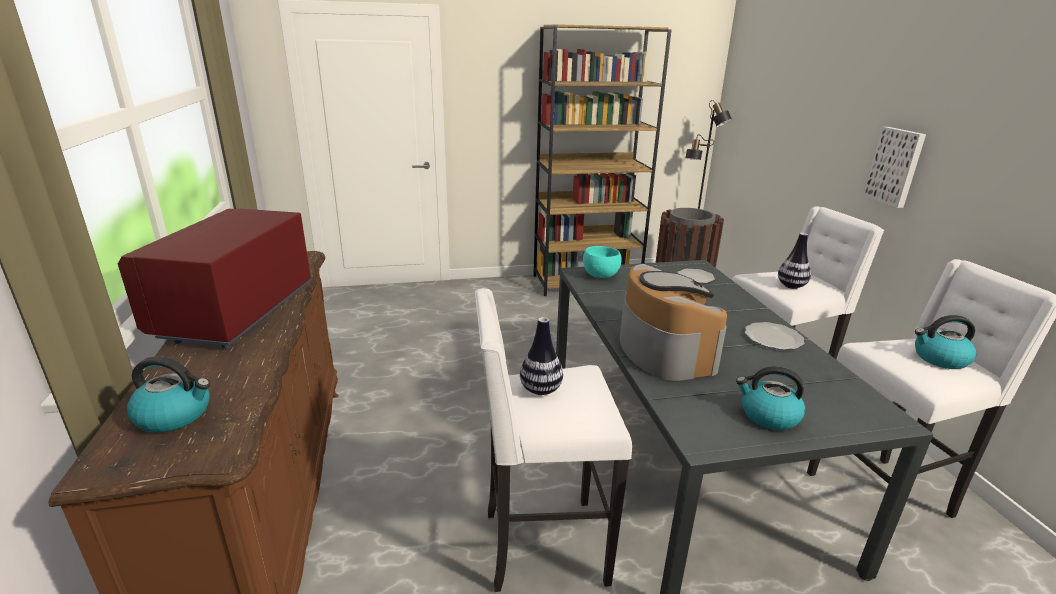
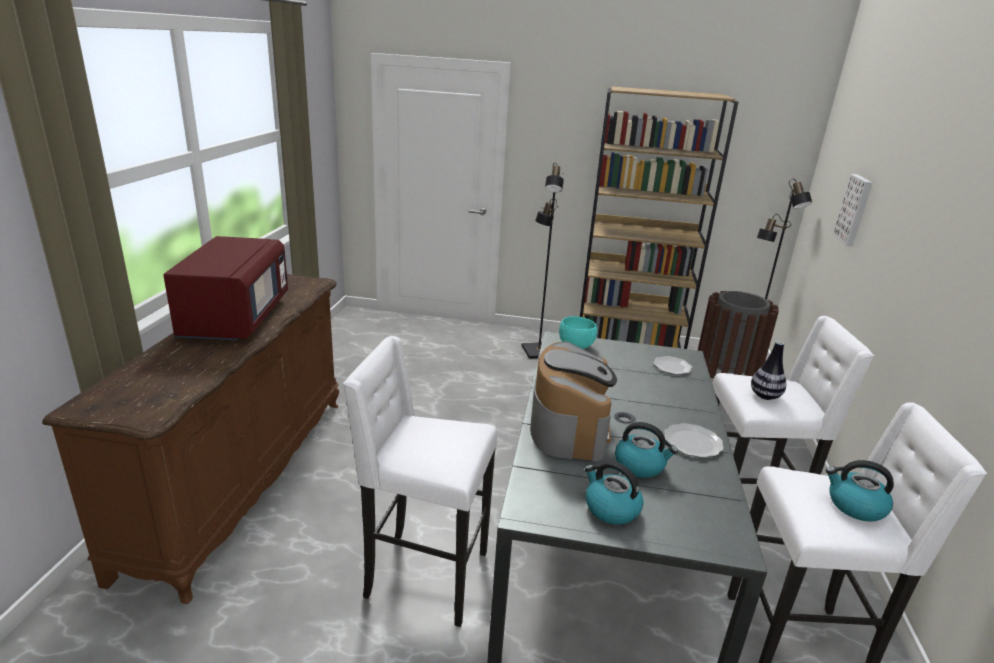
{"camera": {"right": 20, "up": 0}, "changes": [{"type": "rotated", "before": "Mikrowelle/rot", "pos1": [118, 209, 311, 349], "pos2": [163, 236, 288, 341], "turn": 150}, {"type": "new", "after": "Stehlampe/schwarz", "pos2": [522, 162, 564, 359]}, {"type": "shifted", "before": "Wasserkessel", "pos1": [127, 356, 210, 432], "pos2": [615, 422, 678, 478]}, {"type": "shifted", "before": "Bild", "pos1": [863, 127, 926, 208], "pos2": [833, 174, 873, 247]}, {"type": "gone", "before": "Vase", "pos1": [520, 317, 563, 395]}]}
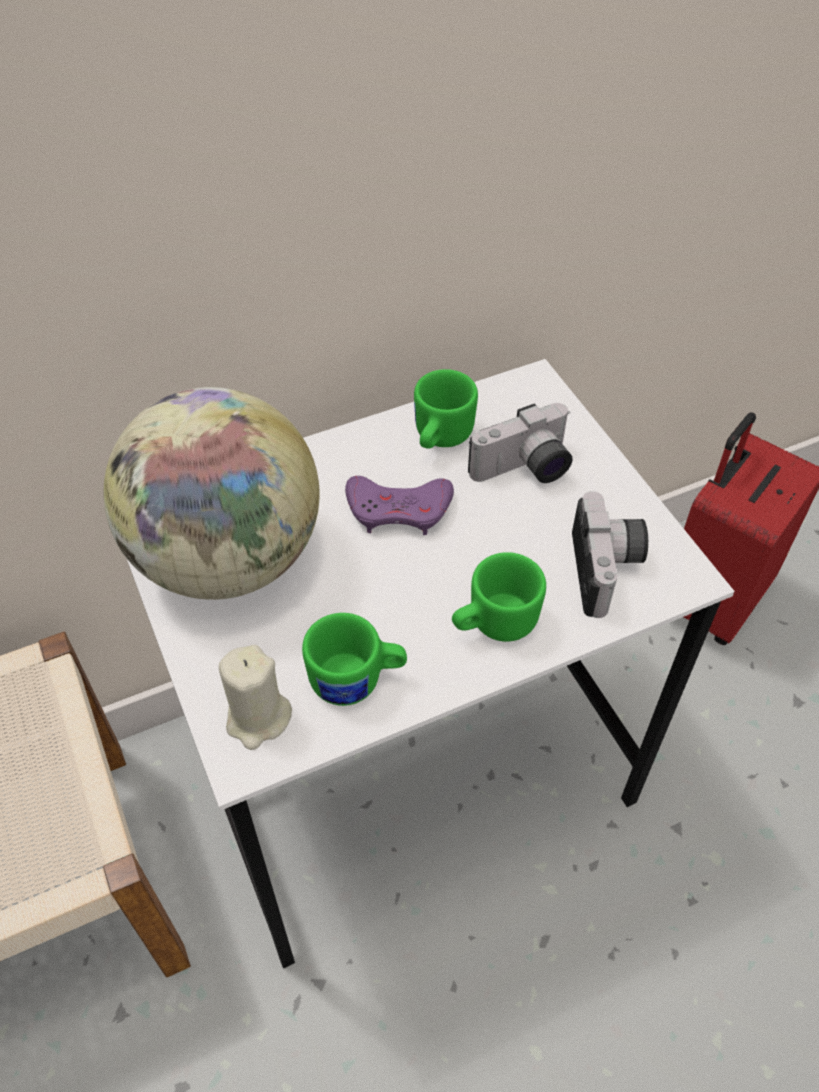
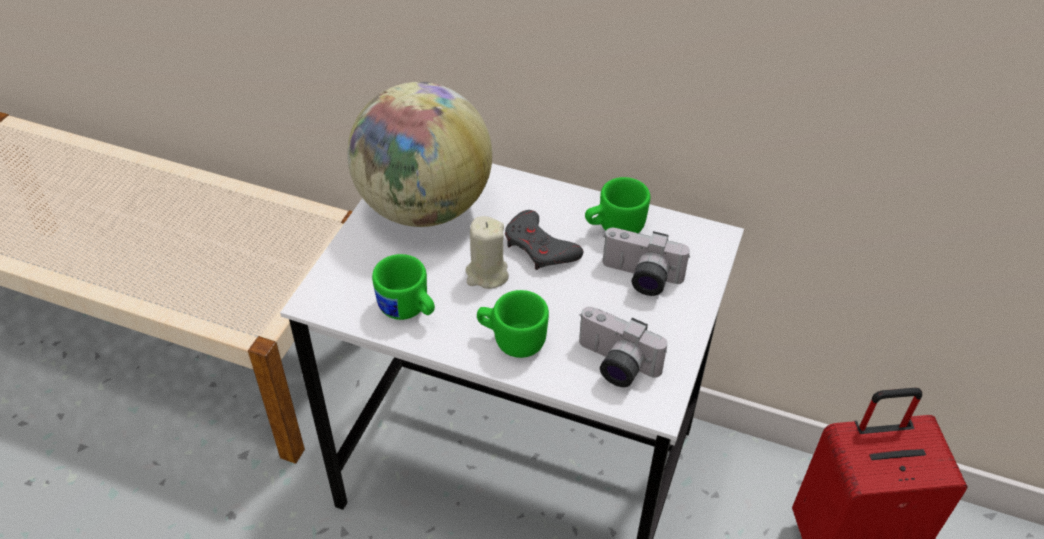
{"camera": {"right": 45, "up": -5}, "changes": [{"type": "shifted", "before": "Kerze/beige", "pos1": [219, 645, 292, 750], "pos2": [465, 216, 509, 289]}, {"type": "repainted", "before": "Gamepad/lila", "after": "Gamepad/grau", "pos1": [345, 476, 454, 535], "pos2": [505, 210, 584, 270]}, {"type": "rotated", "before": "Kamera", "pos1": [572, 491, 648, 618], "pos2": [579, 307, 668, 387], "turn": 75}]}
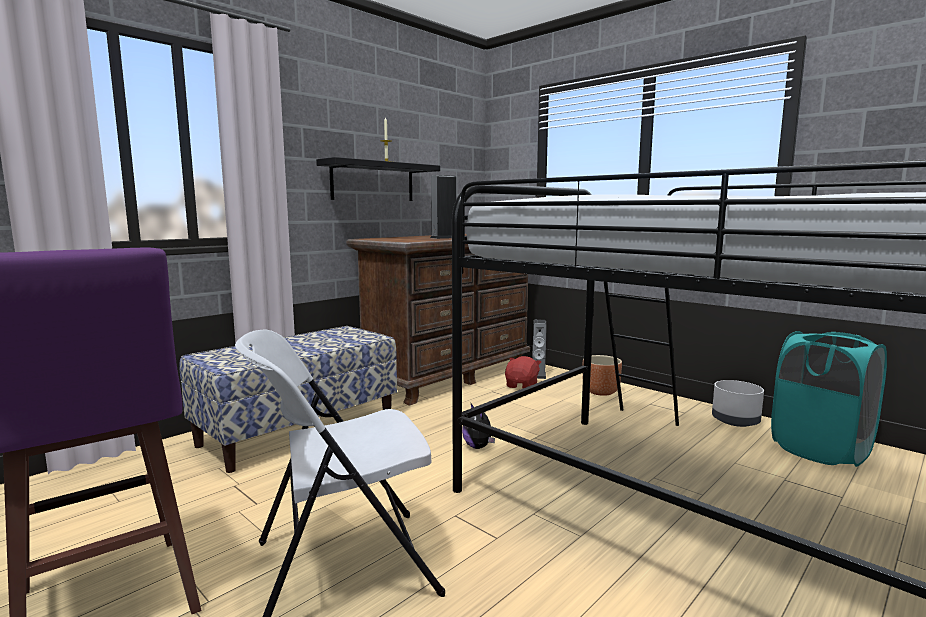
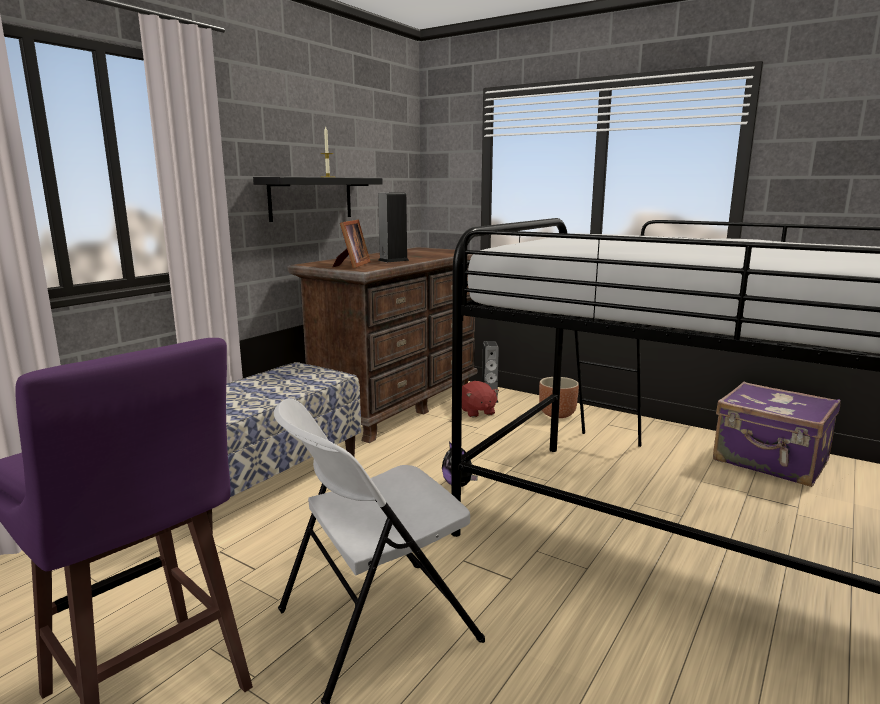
{"camera": {"right": -10, "up": 5}, "changes": [{"type": "new", "after": "Bilderrahmen", "pos2": [332, 219, 371, 268]}, {"type": "rotated", "before": "Plüschtier/rot", "pos1": [505, 356, 541, 388], "pos2": [462, 381, 499, 417], "turn": 150}, {"type": "swapped", "before": "Wäschekorb/türkis", "after": "Koffer/lila", "pos1": [771, 331, 887, 467], "pos2": [713, 382, 841, 487]}, {"type": "gone", "before": "Pflanzkübel/grau", "pos1": [712, 380, 764, 427]}]}
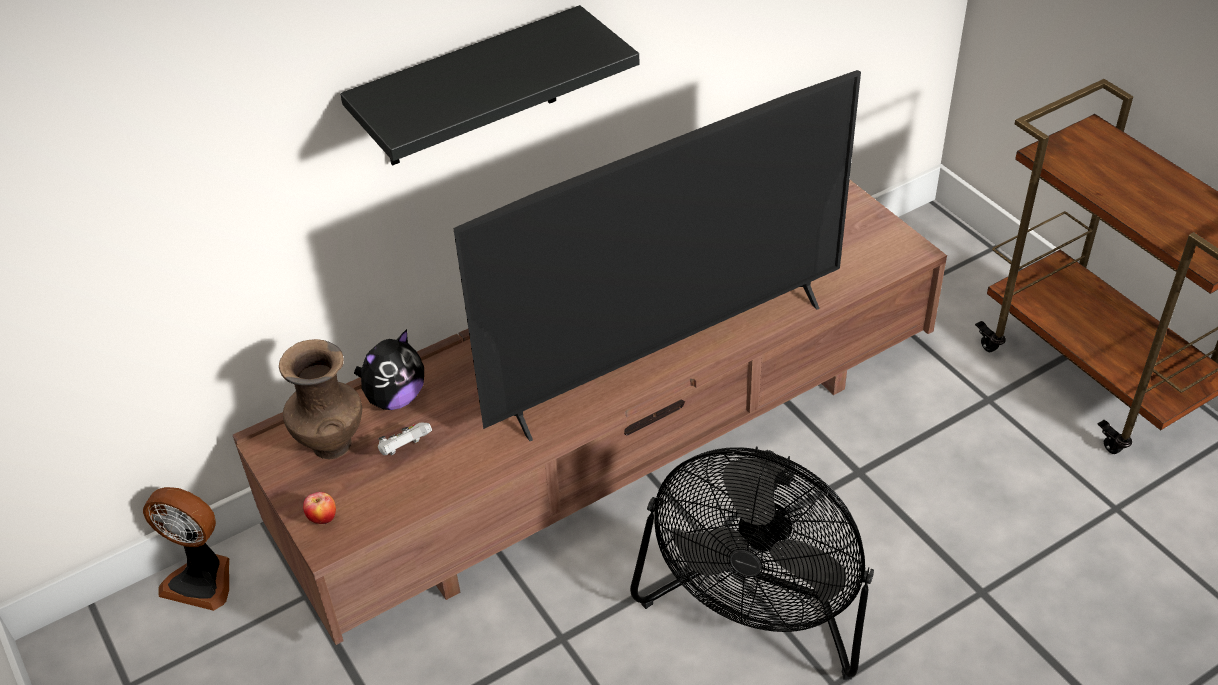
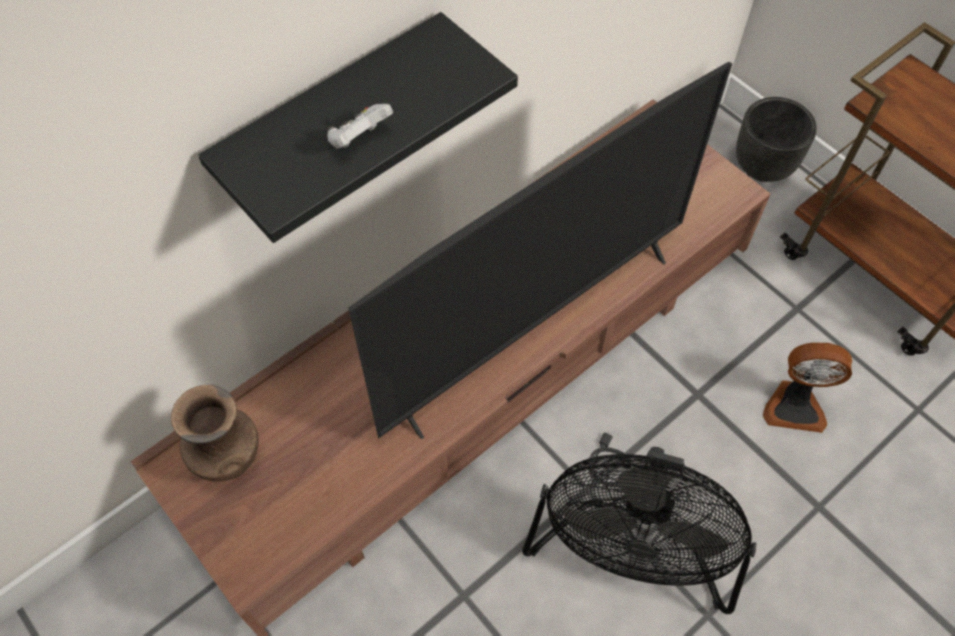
{"camera": {"right": -10, "up": 15}, "changes": [{"type": "shifted", "before": "Gamepad/weiß", "pos1": [378, 422, 432, 455], "pos2": [326, 104, 393, 149]}, {"type": "new", "after": "Pflanzkübel/schwarz", "pos2": [736, 97, 817, 182]}, {"type": "shifted", "before": "Ventilator", "pos1": [143, 487, 229, 611], "pos2": [763, 342, 852, 433]}, {"type": "gone", "before": "Apfel", "pos1": [303, 492, 336, 524]}, {"type": "gone", "before": "Plüschtier", "pos1": [354, 329, 424, 410]}]}
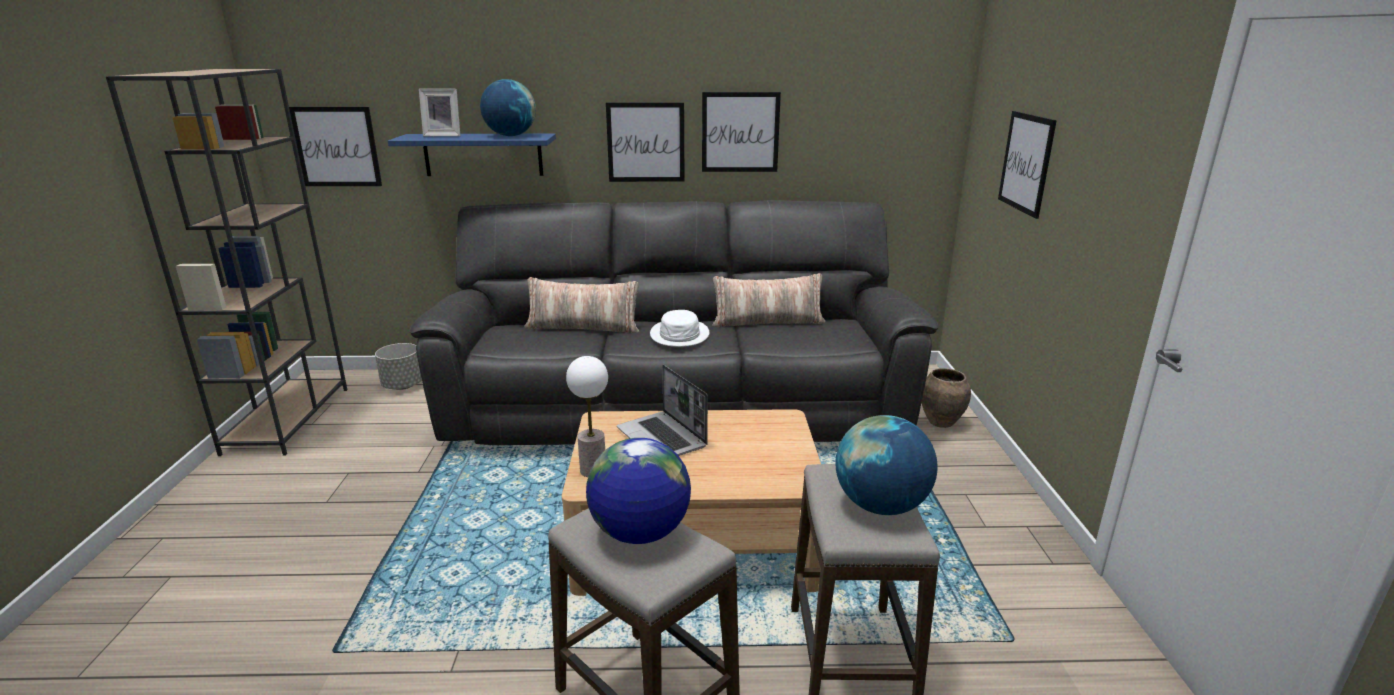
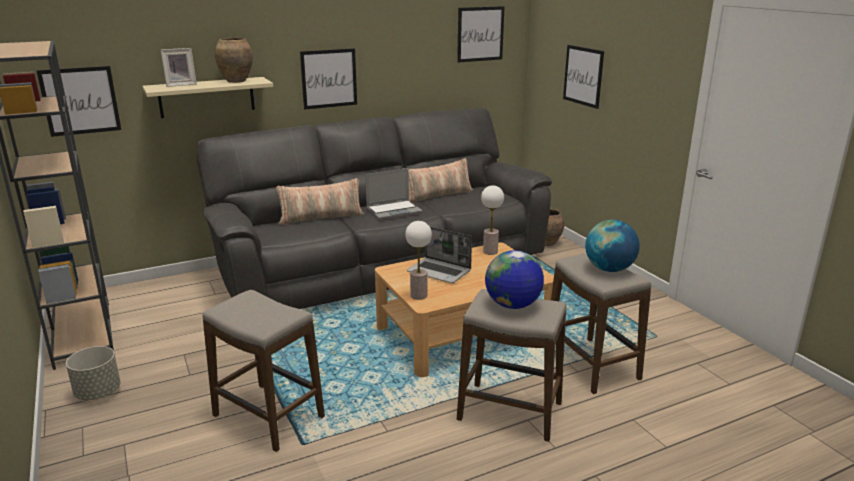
{"camera": {"right": -25, "up": 0}, "changes": [{"type": "shifted", "before": "Pflanzkübel/grau", "pos1": [375, 343, 422, 390], "pos2": [66, 346, 120, 400]}, {"type": "repainted", "before": "Wandregal/blau", "after": "Wandregal/beige", "pos1": [388, 134, 556, 176], "pos2": [143, 77, 273, 118]}, {"type": "new", "after": "Hocker", "pos2": [203, 290, 325, 452]}, {"type": "swapped", "before": "Globus", "after": "Vase/braun", "pos1": [480, 79, 536, 136], "pos2": [215, 38, 253, 83]}, {"type": "swapped", "before": "Hut/weiß", "after": "Laptop", "pos1": [650, 310, 709, 347], "pos2": [365, 168, 423, 220]}, {"type": "shifted", "before": "Bild", "pos1": [702, 92, 781, 172], "pos2": [457, 6, 505, 63]}, {"type": "new", "after": "Tischlampe", "pos2": [481, 185, 504, 255]}]}
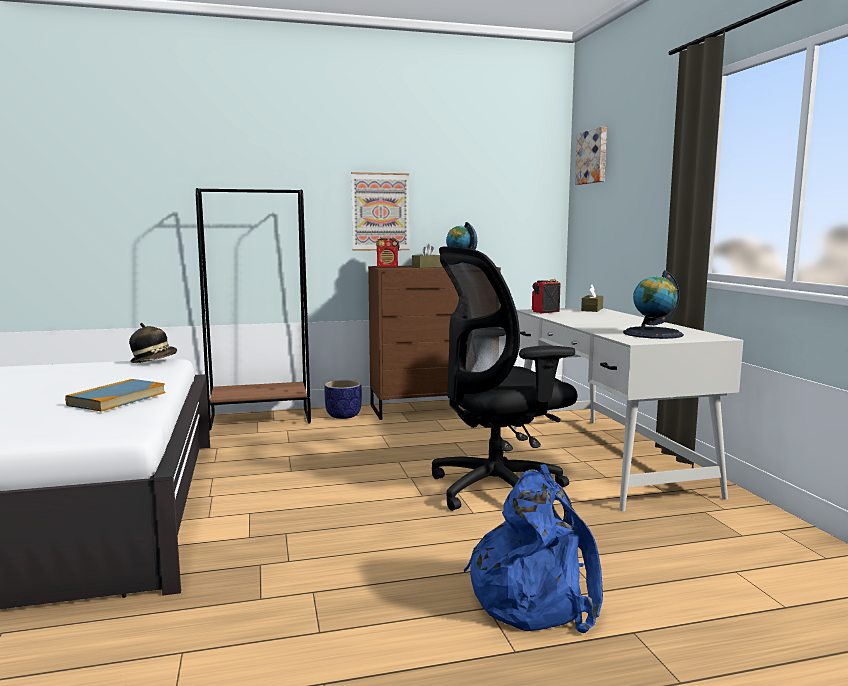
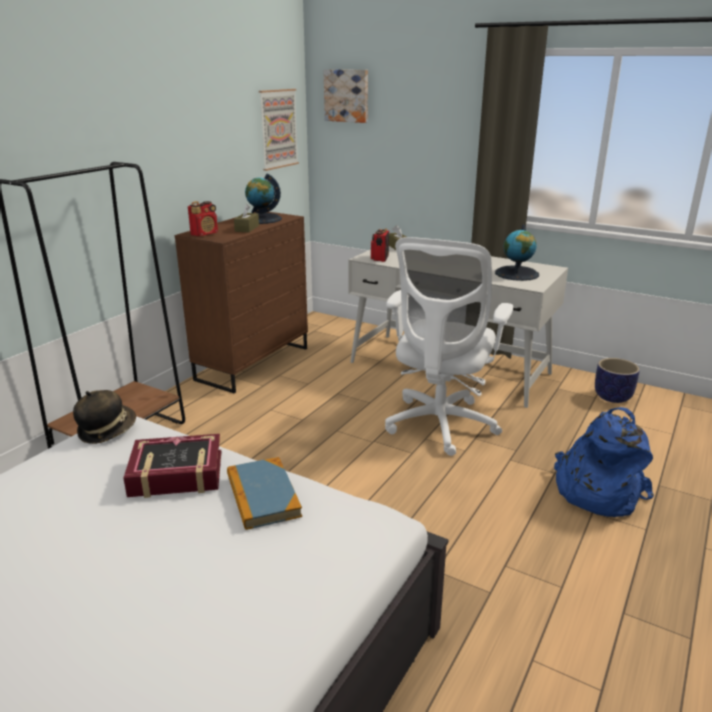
{"camera": {"right": -45, "up": 15}, "changes": [{"type": "new", "after": "Buch", "pos2": [124, 434, 221, 498]}, {"type": "shifted", "before": "Bild", "pos1": [351, 172, 409, 251], "pos2": [259, 89, 299, 171]}, {"type": "repainted", "before": "Bürostuhl/schwarz", "after": "Bürostuhl/weiß", "pos1": [432, 246, 578, 511], "pos2": [385, 237, 513, 456]}, {"type": "shifted", "before": "Pflanzkübel", "pos1": [324, 380, 362, 419], "pos2": [595, 358, 640, 403]}]}
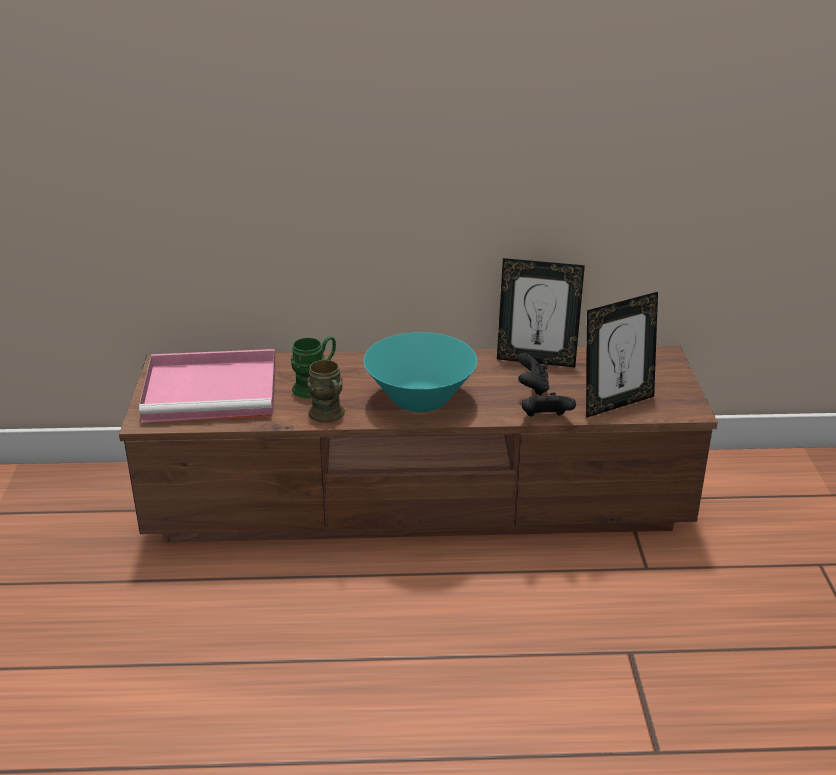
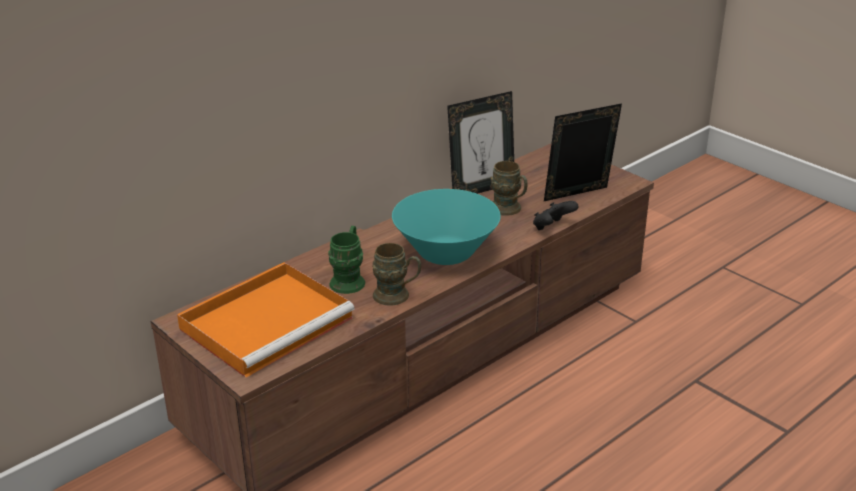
{"camera": {"right": -40, "up": 0}, "changes": [{"type": "repainted", "before": "Tablett/rosa", "after": "Tablett/orange", "pos1": [139, 349, 276, 423], "pos2": [177, 262, 354, 378]}, {"type": "swapped", "before": "Gamepad/schwarz", "after": "Henkelbecher/braun", "pos1": [517, 353, 549, 396], "pos2": [491, 161, 528, 216]}, {"type": "rotated", "before": "Bilderrahmen", "pos1": [586, 292, 658, 418], "pos2": [544, 103, 622, 201], "turn": -135}]}
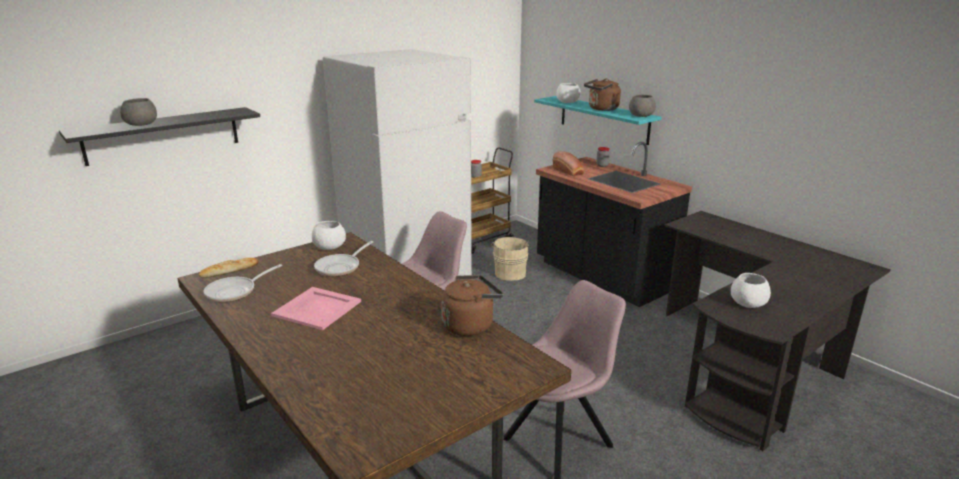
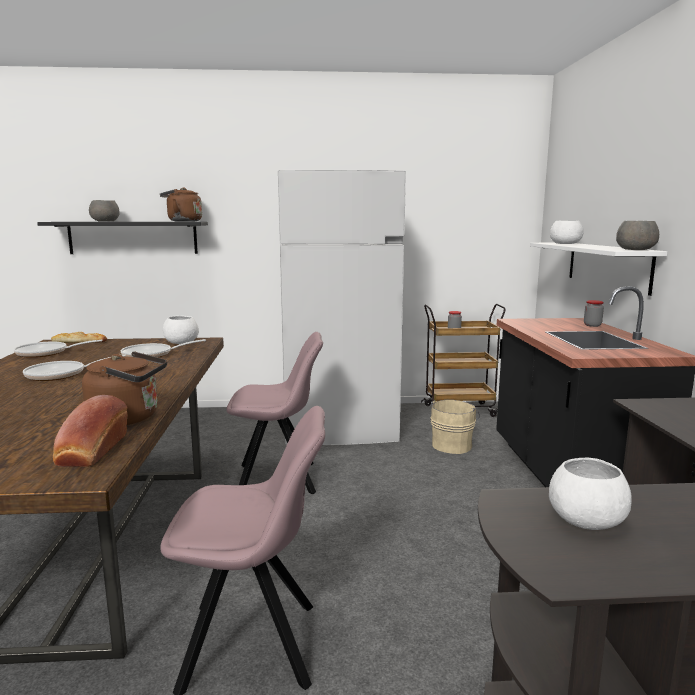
{"camera": {"right": 35, "up": -10}, "changes": [{"type": "swapped", "before": "Tablett/rosa", "after": "Pfanne", "pos1": [271, 287, 361, 330], "pos2": [23, 354, 126, 381]}, {"type": "shifted", "before": "Brot", "pos1": [553, 151, 584, 176], "pos2": [53, 395, 127, 467]}, {"type": "shifted", "before": "Wasserkessel/braun", "pos1": [584, 79, 621, 111], "pos2": [160, 188, 202, 222]}, {"type": "repainted", "before": "Wandregal/türkis", "after": "Wandregal/weiß", "pos1": [534, 96, 661, 145], "pos2": [530, 243, 667, 296]}]}
